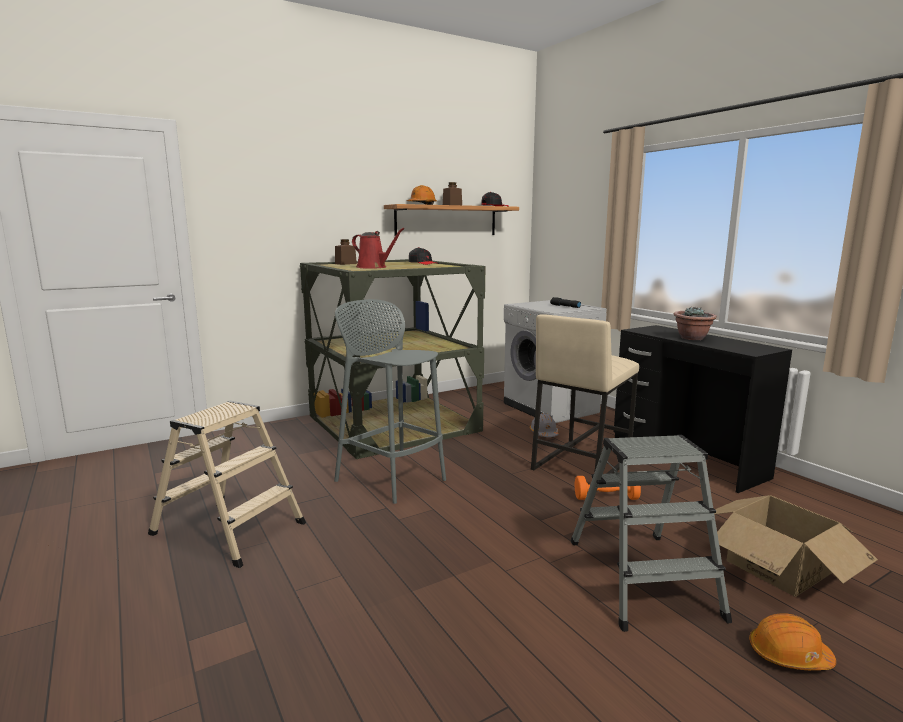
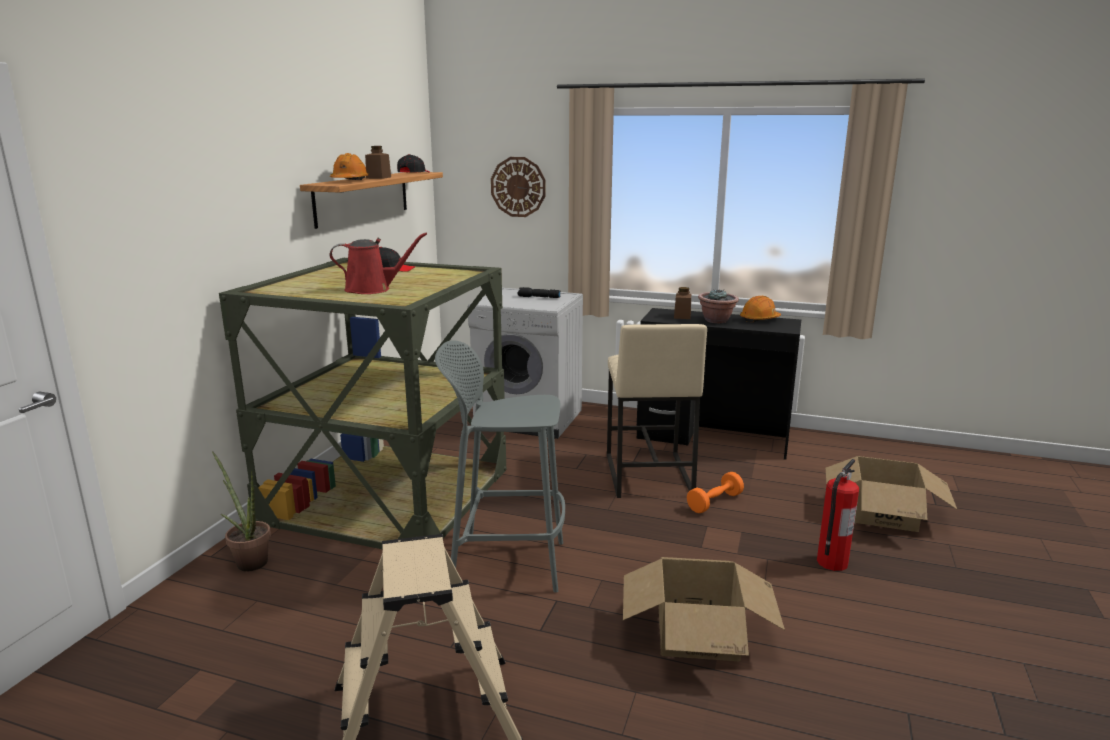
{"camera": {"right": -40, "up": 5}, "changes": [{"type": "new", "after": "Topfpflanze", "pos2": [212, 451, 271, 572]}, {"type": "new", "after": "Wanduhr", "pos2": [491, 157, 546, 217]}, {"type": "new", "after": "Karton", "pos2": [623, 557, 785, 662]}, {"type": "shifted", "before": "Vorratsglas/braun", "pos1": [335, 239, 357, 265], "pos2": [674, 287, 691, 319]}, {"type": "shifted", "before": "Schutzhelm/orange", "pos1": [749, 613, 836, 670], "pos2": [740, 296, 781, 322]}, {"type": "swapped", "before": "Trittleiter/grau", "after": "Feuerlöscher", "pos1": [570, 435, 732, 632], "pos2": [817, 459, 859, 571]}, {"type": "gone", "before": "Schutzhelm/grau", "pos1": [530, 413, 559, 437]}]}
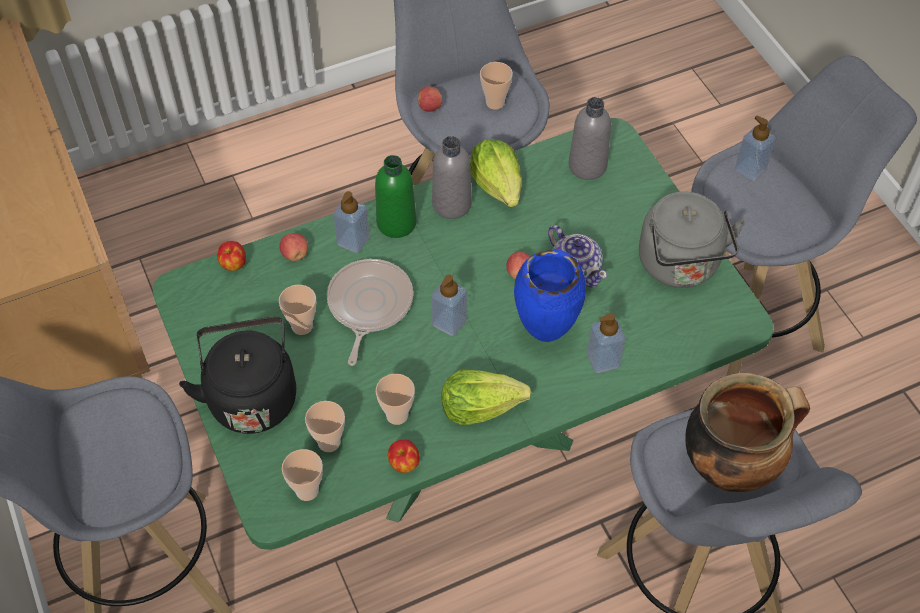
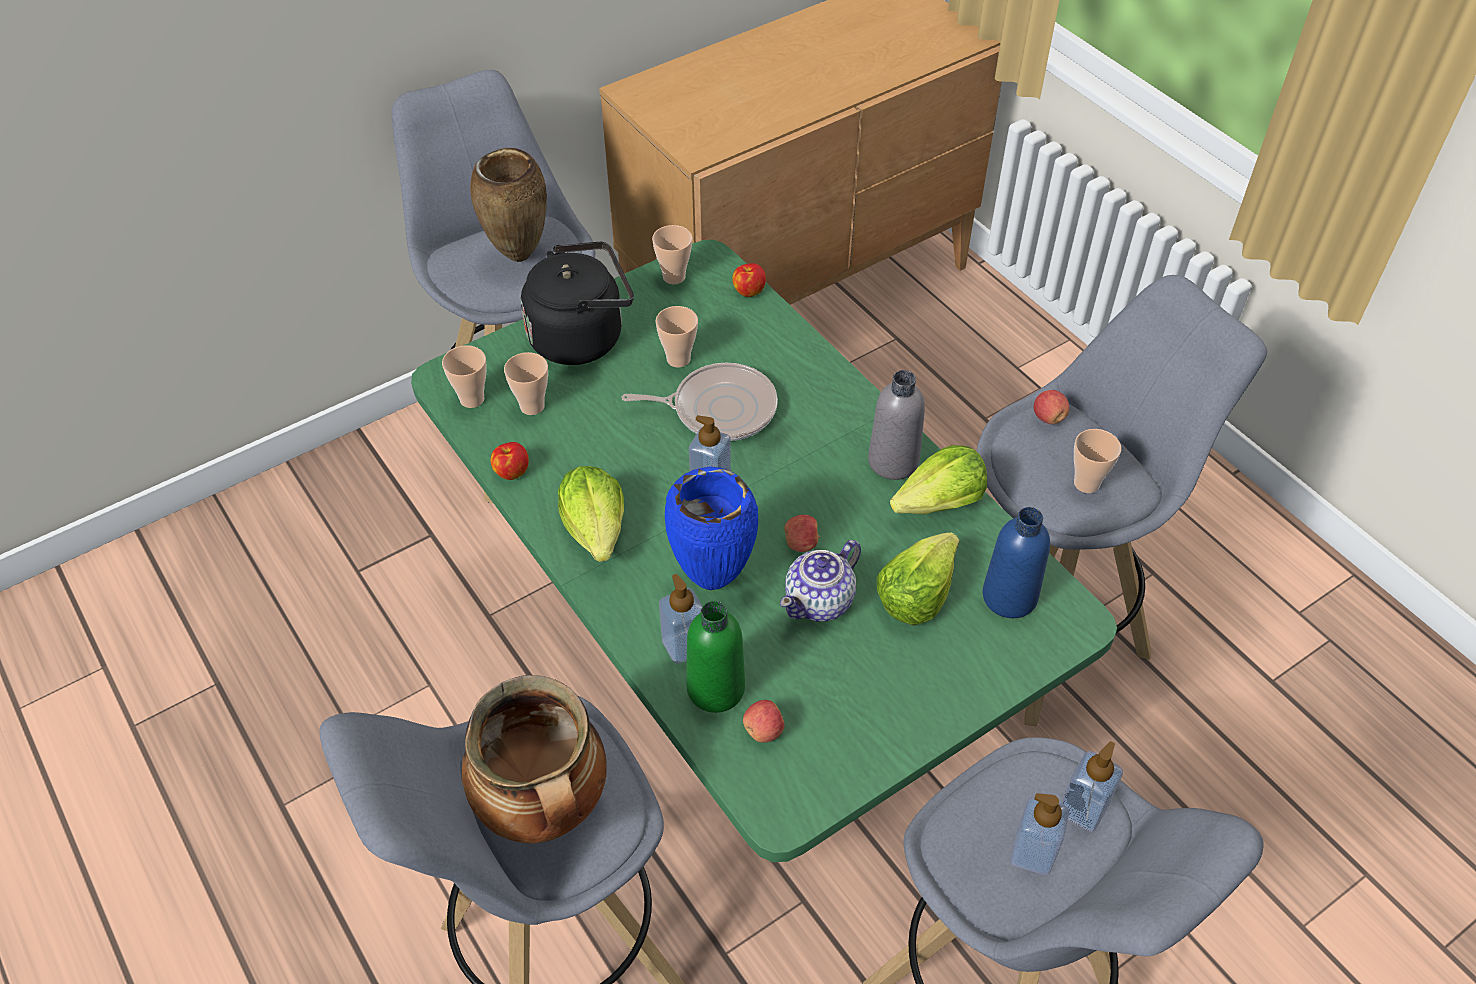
{"camera": {"right": 80, "up": -5}, "changes": [{"type": "new", "after": "Vase/braun", "pos2": [470, 148, 547, 262]}, {"type": "shifted", "before": "Tasse", "pos1": [376, 374, 415, 425], "pos2": [652, 225, 693, 284]}, {"type": "shifted", "before": "Flasche/grün", "pos1": [375, 155, 417, 238], "pos2": [686, 601, 745, 713]}, {"type": "shifted", "before": "Apfel", "pos1": [279, 233, 308, 261], "pos2": [743, 700, 784, 743]}, {"type": "new", "after": "Salatkopf", "pos2": [877, 533, 960, 626]}, {"type": "repainted", "before": "Flasche/grau", "after": "Flasche/blau", "pos1": [569, 97, 611, 180], "pos2": [983, 507, 1050, 618]}, {"type": "shifted", "before": "Seifenspender", "pos1": [333, 191, 370, 253], "pos2": [1010, 793, 1069, 875]}, {"type": "gone", "before": "Wasserkessel/grau", "pos1": [639, 191, 745, 288]}]}
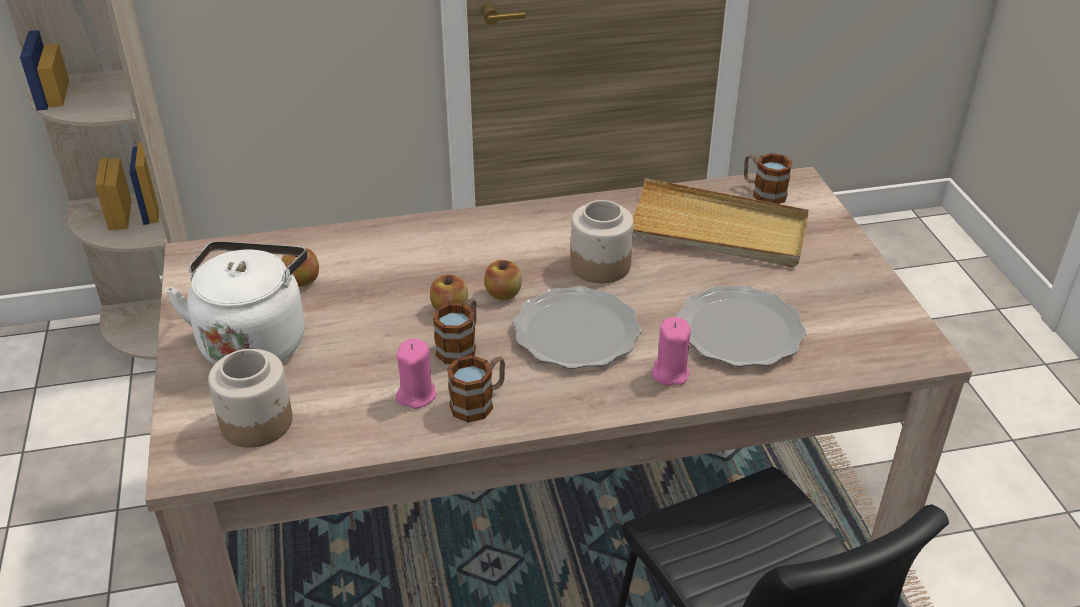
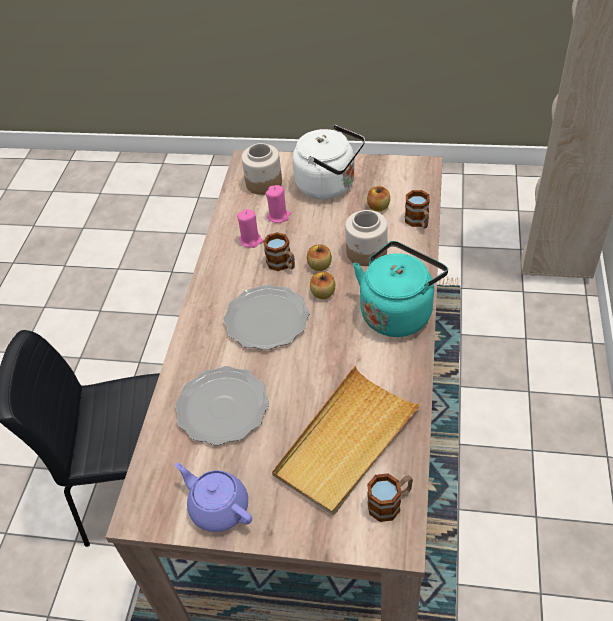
{"camera": {"right": 115, "up": 10}, "changes": [{"type": "new", "after": "Teekanne/lila", "pos2": [175, 463, 252, 532]}, {"type": "shifted", "before": "Kerze/rosa", "pos1": [651, 317, 691, 386], "pos2": [266, 185, 291, 223]}, {"type": "shifted", "before": "Vorratsglas", "pos1": [571, 200, 634, 283], "pos2": [345, 210, 388, 266]}, {"type": "new", "after": "Wasserkessel/türkis", "pos2": [353, 241, 448, 337]}, {"type": "shifted", "before": "Henkelbecher", "pos1": [447, 355, 505, 422], "pos2": [405, 190, 430, 229]}]}
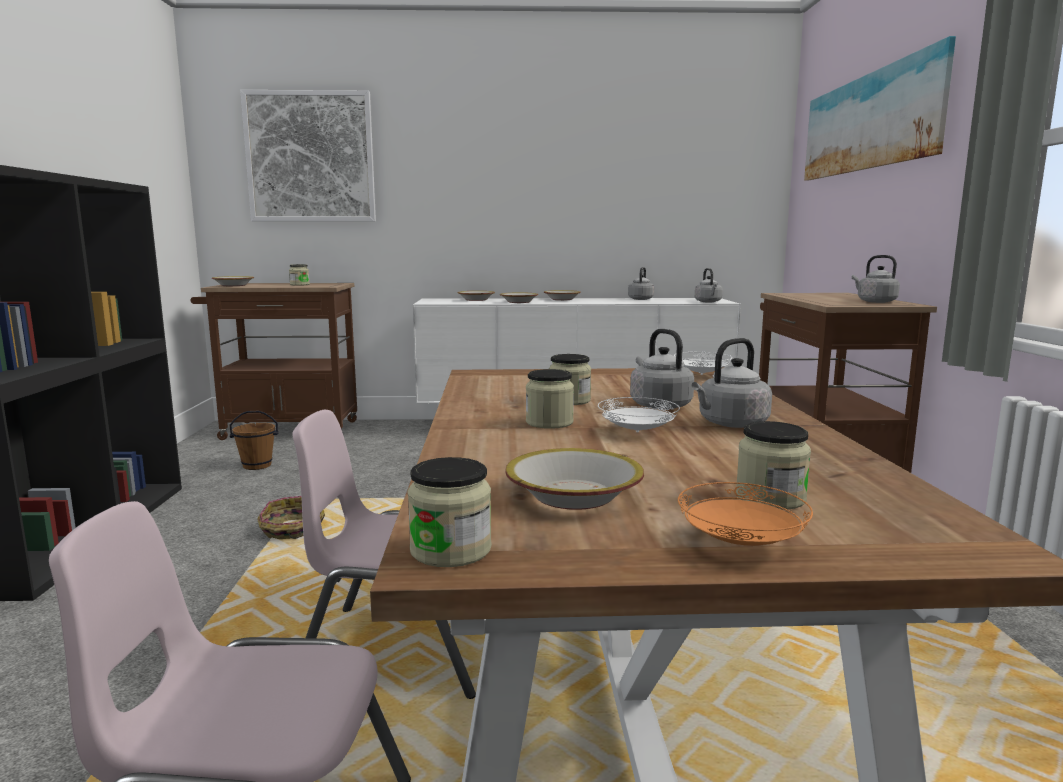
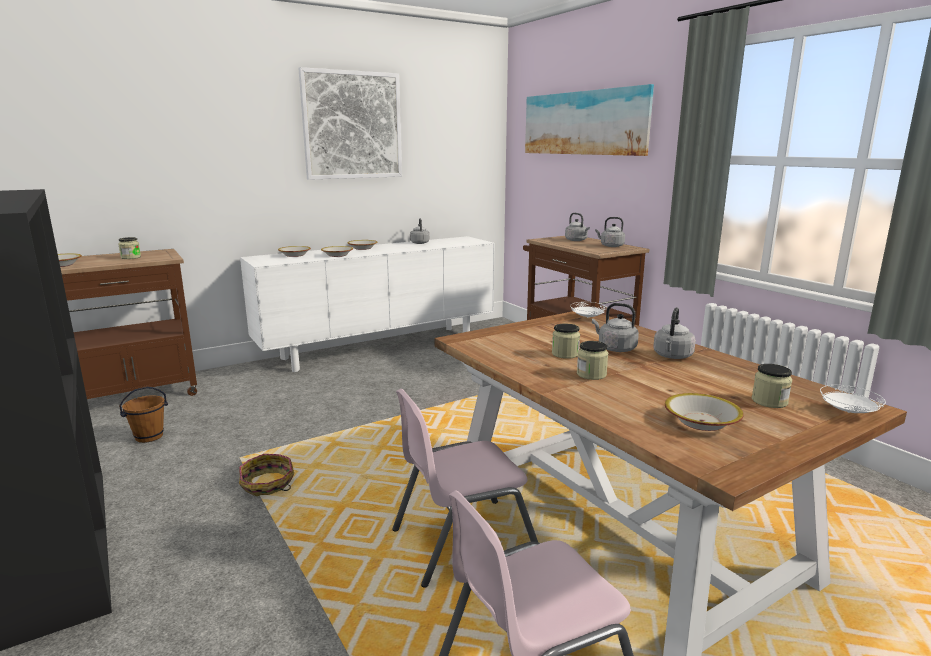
{"camera": {"right": -30, "up": 5}, "changes": [{"type": "shifted", "before": "Bild", "pos1": [240, 90, 376, 221], "pos2": [298, 67, 402, 180]}, {"type": "shifted", "before": "Wasserkessel/grau", "pos1": [695, 268, 722, 302], "pos2": [565, 213, 590, 241]}, {"type": "shifted", "before": "Teller/weiß", "pos1": [598, 397, 680, 433], "pos2": [820, 385, 886, 413]}, {"type": "gone", "before": "Vorratsglas", "pos1": [407, 457, 492, 567]}, {"type": "gone", "before": "Teller/orange", "pos1": [678, 482, 813, 546]}]}
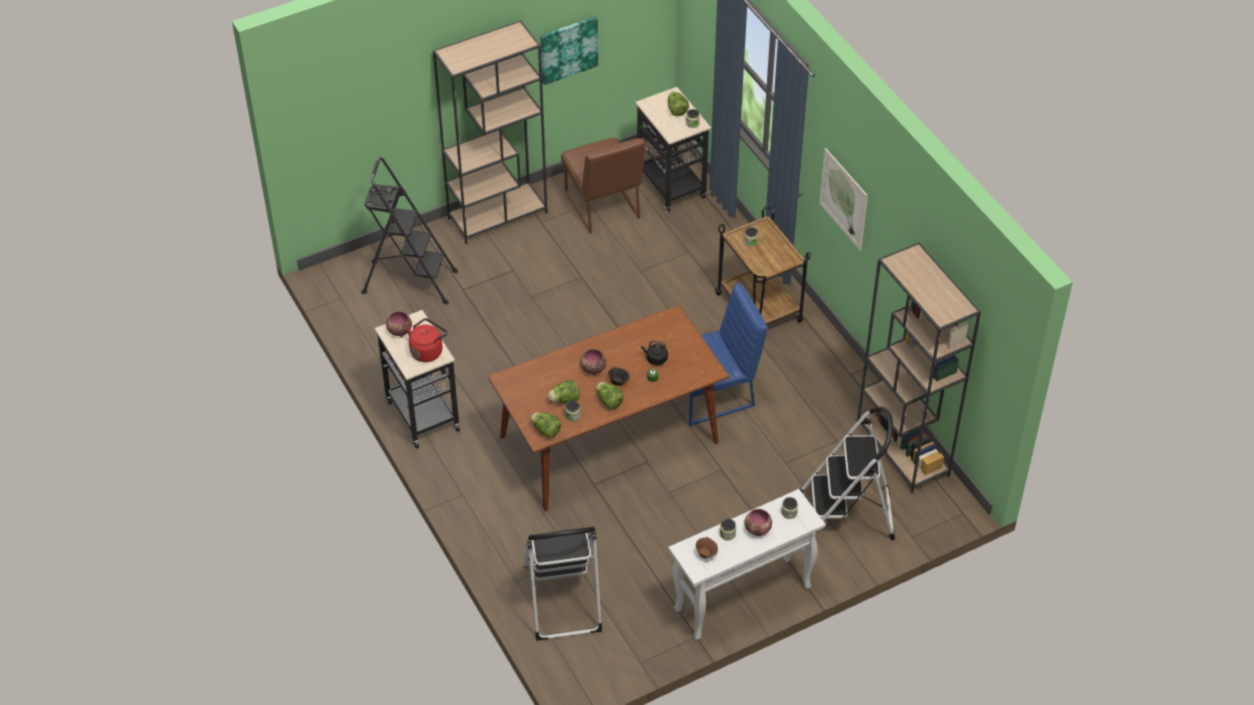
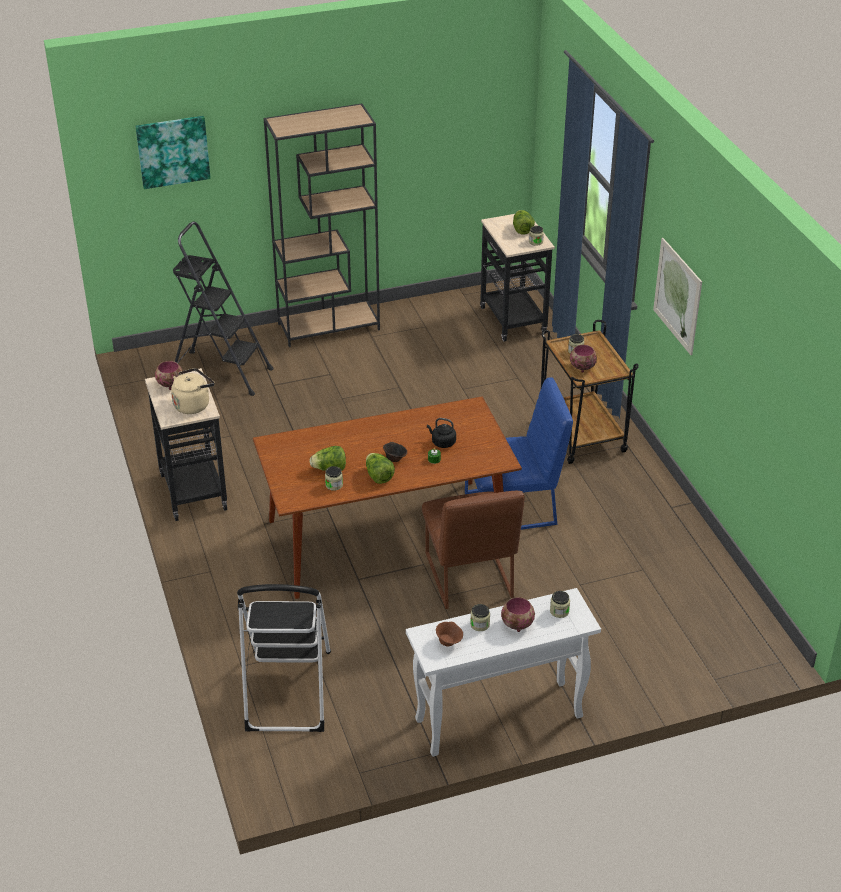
{"camera": {"right": 10, "up": -10}, "changes": [{"type": "shifted", "before": "Bild", "pos1": [540, 16, 598, 85], "pos2": [135, 116, 211, 189]}, {"type": "repainted", "before": "Wasserkessel/rot", "after": "Wasserkessel/beige", "pos1": [407, 318, 448, 362], "pos2": [171, 368, 215, 414]}, {"type": "shifted", "before": "Stuhl/braun", "pos1": [561, 138, 645, 234], "pos2": [422, 491, 525, 609]}, {"type": "shifted", "before": "Schüssel", "pos1": [580, 349, 606, 376], "pos2": [570, 345, 597, 373]}, {"type": "gone", "before": "Salatkopf", "pos1": [531, 412, 561, 439]}, {"type": "gone", "before": "Trittleiter", "pos1": [800, 407, 895, 540]}, {"type": "gone", "before": "Bücherregal", "pos1": [857, 242, 981, 493]}]}
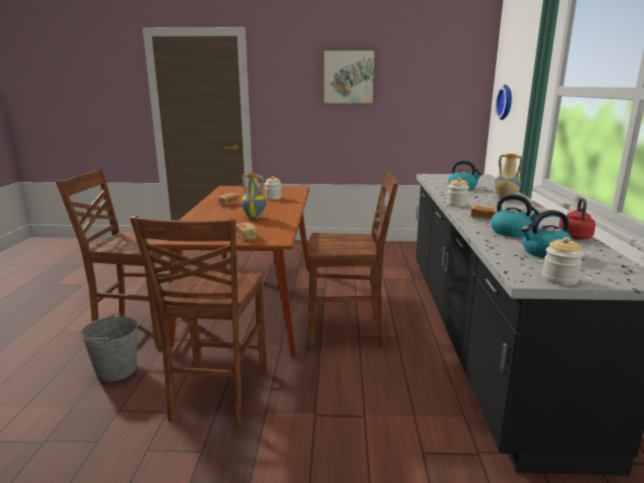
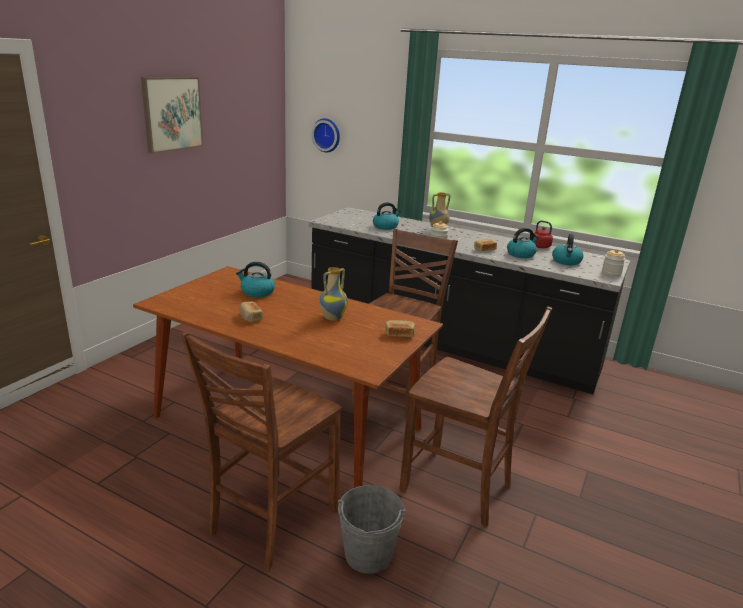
{"camera": {"right": -65, "up": 5}, "changes": [{"type": "swapped", "before": "Vorratsglas", "after": "Wasserkessel", "pos1": [265, 176, 282, 200], "pos2": [236, 262, 275, 297]}]}
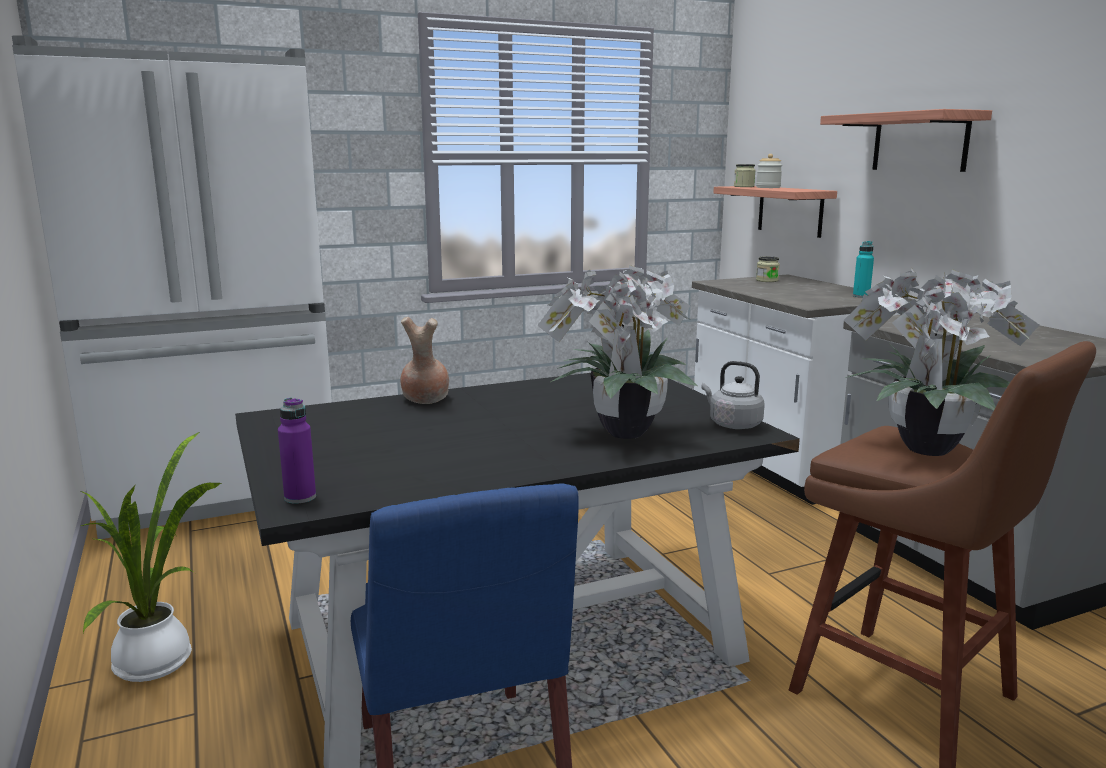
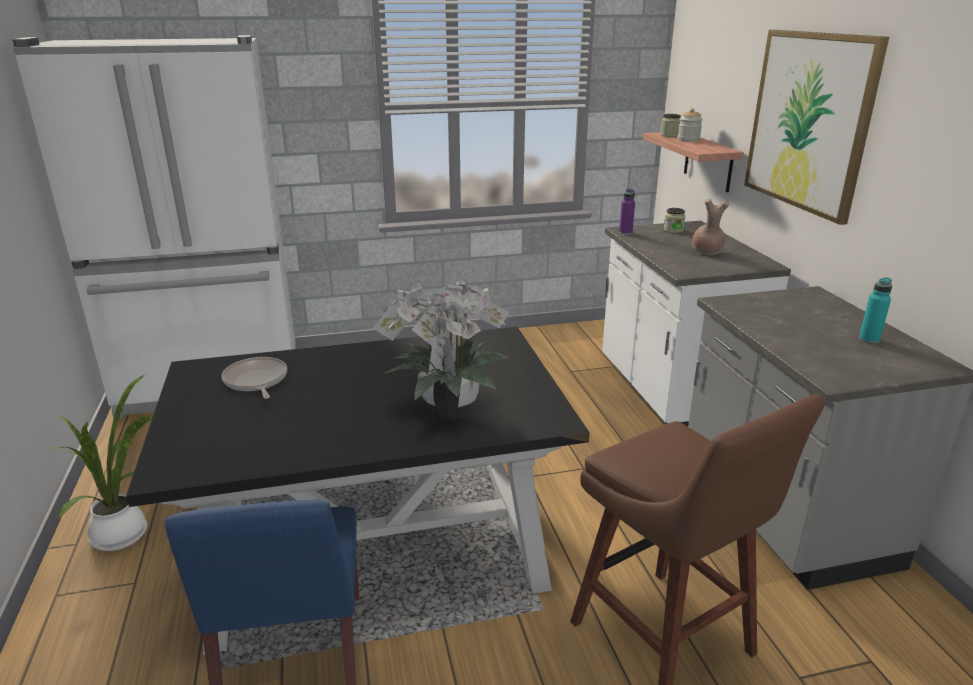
{"camera": {"right": 10, "up": 10}, "changes": [{"type": "new", "after": "Pfanne", "pos2": [221, 357, 287, 399]}, {"type": "shifted", "before": "Flasche/lila", "pos1": [278, 397, 316, 504], "pos2": [619, 189, 635, 235]}, {"type": "shifted", "before": "Vase/braun", "pos1": [400, 317, 449, 404], "pos2": [692, 199, 729, 255]}, {"type": "swapped", "before": "Wandregal", "after": "Bild", "pos1": [820, 109, 992, 172], "pos2": [744, 30, 889, 225]}, {"type": "shifted", "before": "Flasche/türkis", "pos1": [853, 241, 874, 298], "pos2": [859, 277, 892, 344]}, {"type": "gone", "before": "Wasserkessel/grau", "pos1": [701, 361, 765, 429]}, {"type": "gone", "before": "Topfpflanze", "pos1": [844, 268, 1039, 456]}]}
